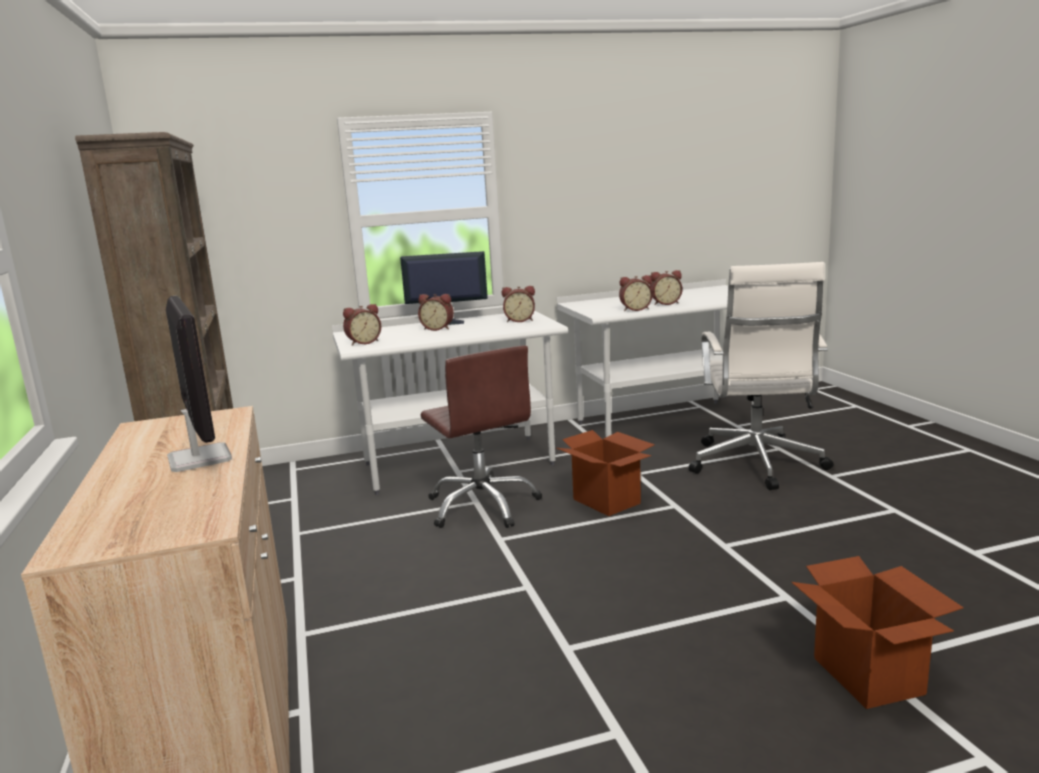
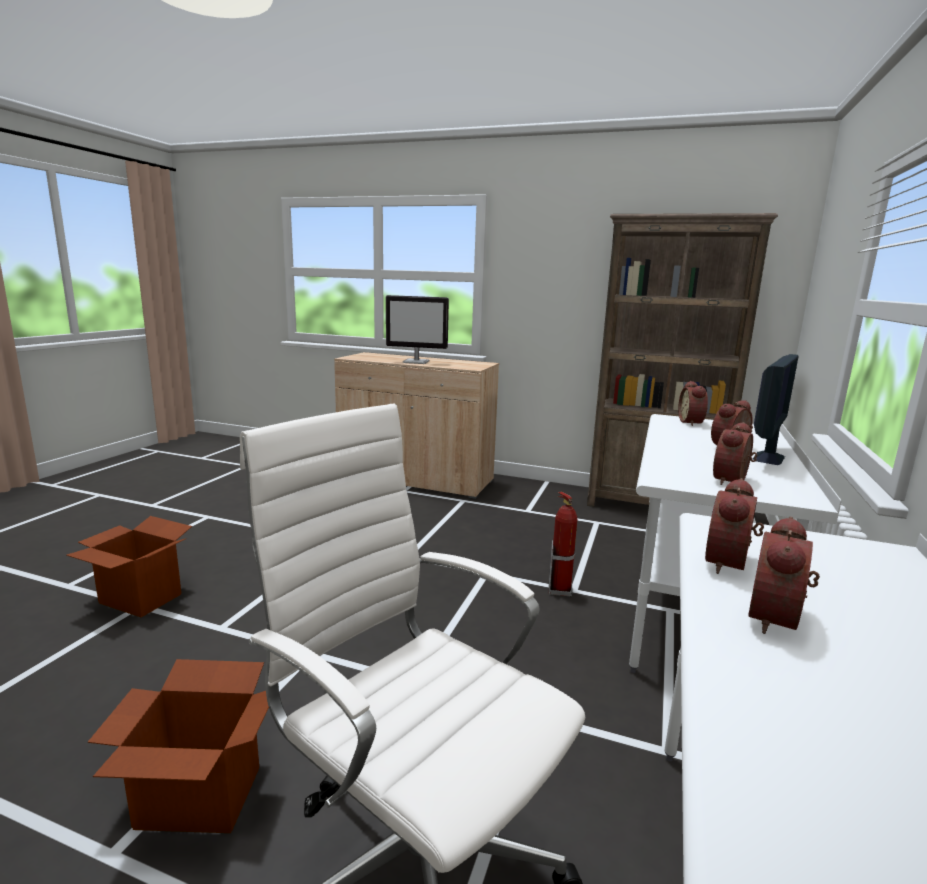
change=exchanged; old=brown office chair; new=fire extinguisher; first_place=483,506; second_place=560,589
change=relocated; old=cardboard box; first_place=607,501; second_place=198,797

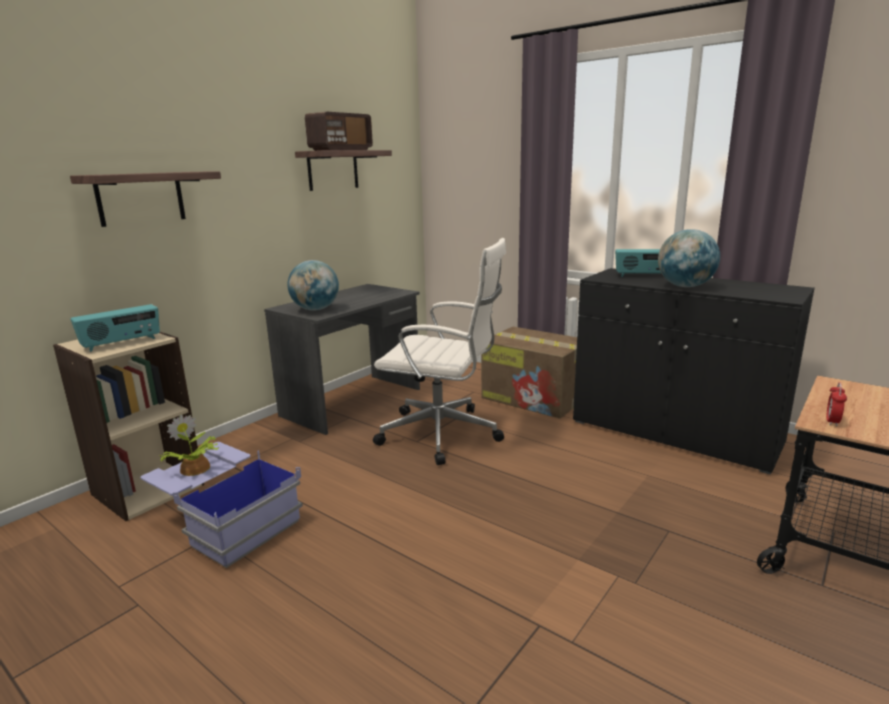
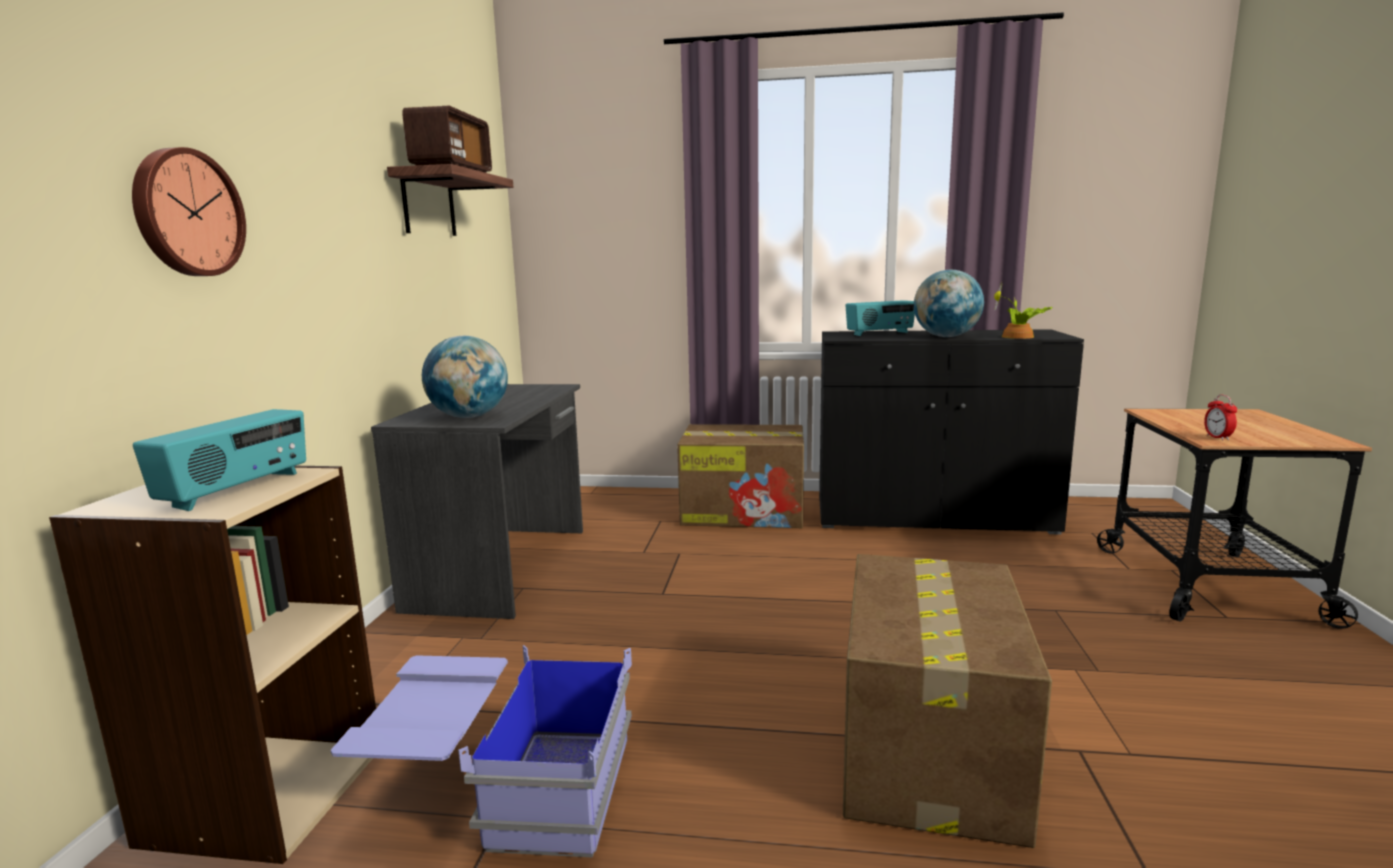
change=exchanged; old=shelf; new=wall clock; first_place=140,198; second_place=186,213
change=missing; old=white office chair; first_place=443,434
change=relocated; old=potted plant; first_place=194,469; second_place=1019,337
change=appeared; new=cardboard box; second_place=929,752

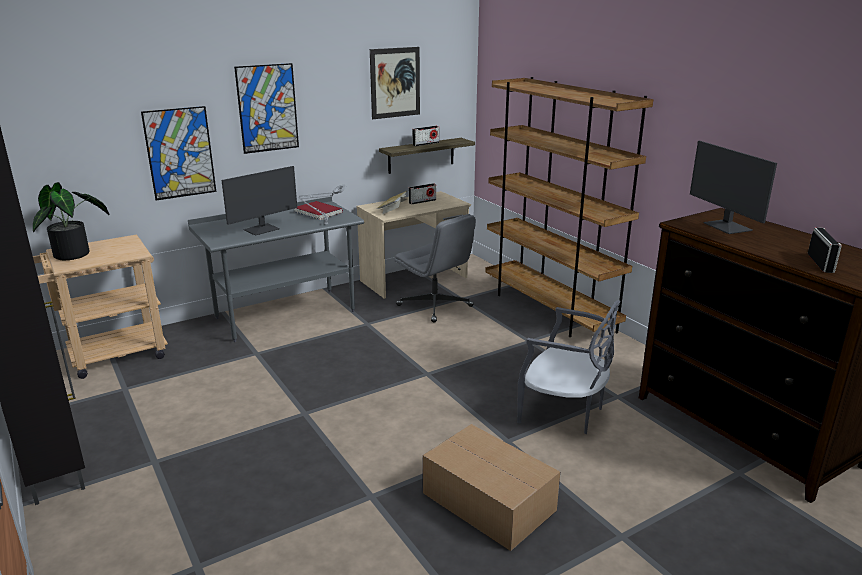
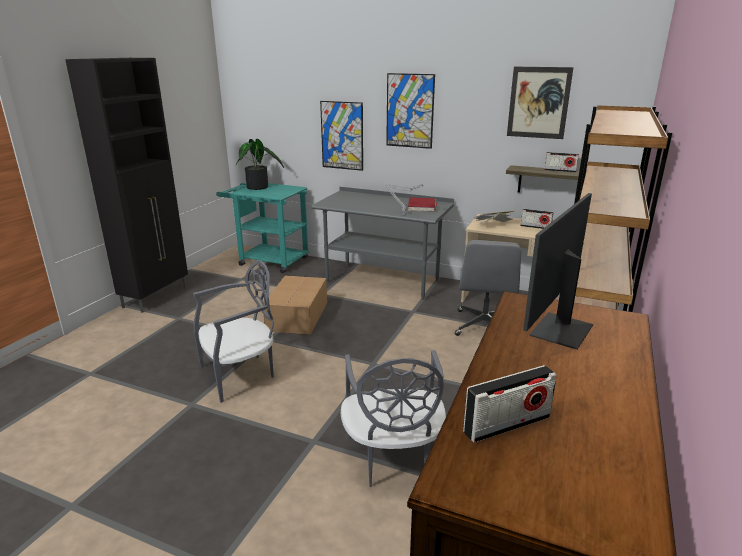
change=missing; old=monitor; first_place=262,229
change=colour; old=beige cart; new=turquoise cart; first_place=107,356; second_place=268,260
change=relocated; old=cardboard box; first_place=487,500; second_place=298,316
change=appeared; new=grey chair; second_place=240,375

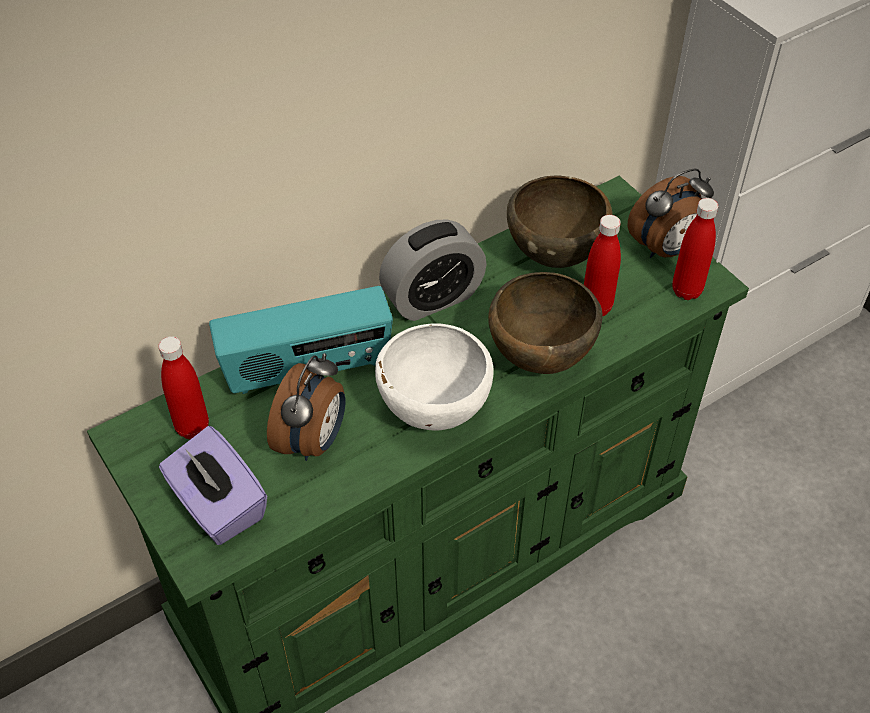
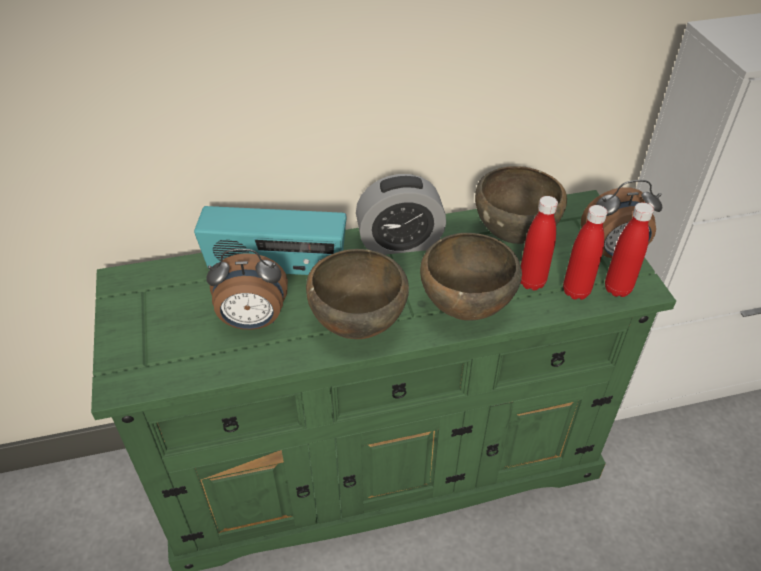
change=colour; old=white bowl; new=brown bowl; first_place=433,412; second_place=357,326
change=relocated; old=red bottle; first_place=192,427; second_place=576,291
change=spun; old=alarm clock; first_place=313,441; second_place=253,322; degrees=45
change=missing; old=purple tissue box; first_place=218,506

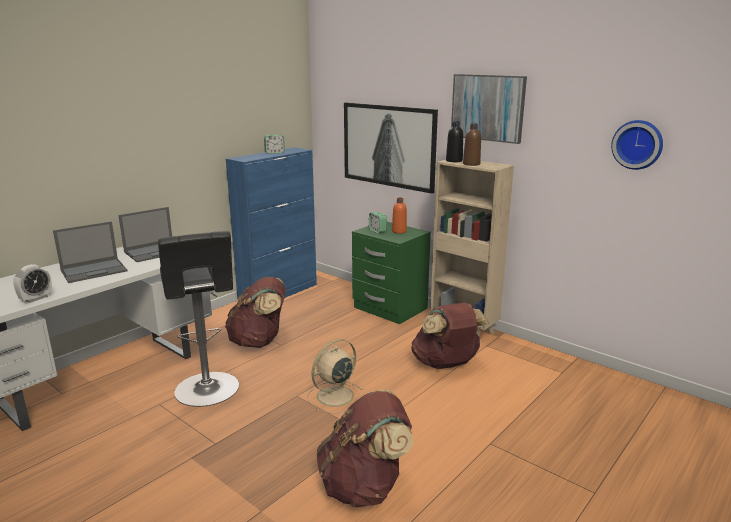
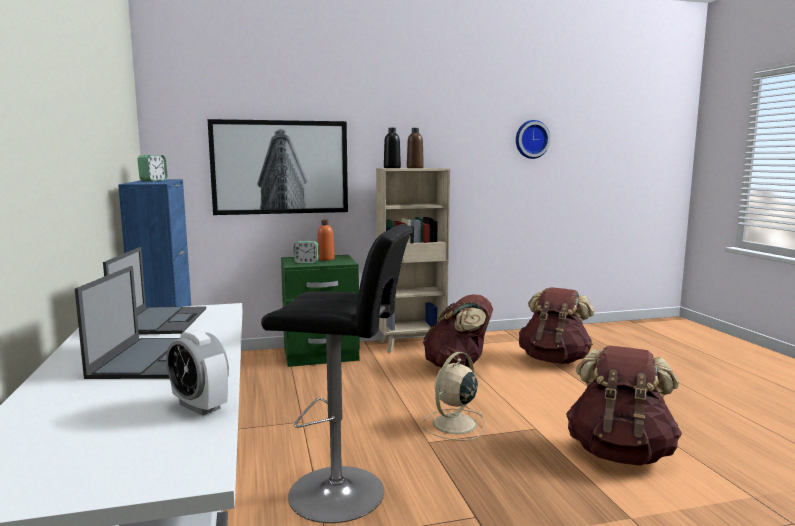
change=missing; old=picture; first_place=487,107
change=spun; old=alarm clock; first_place=36,298; second_place=200,406; degrees=150
change=relocated; old=brown backpack; first_place=259,341; second_place=554,360
change=spun; old=beige fan; first_place=333,396; second_place=453,424; degrees=45

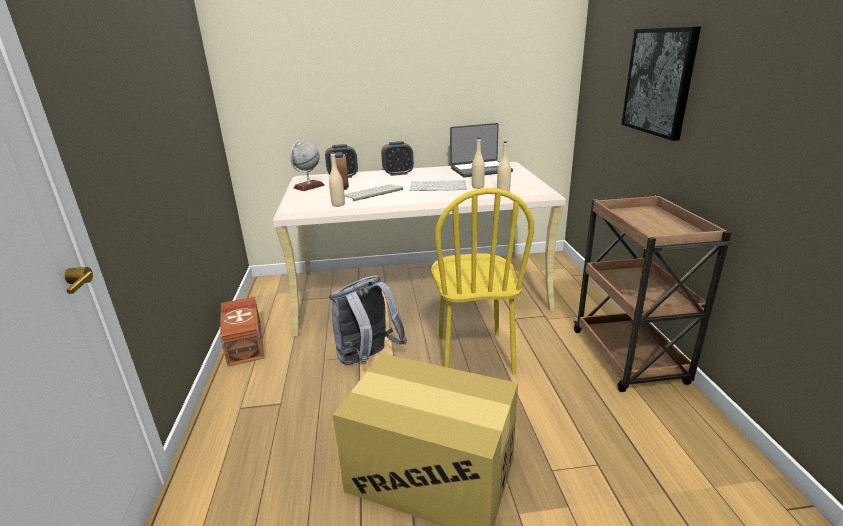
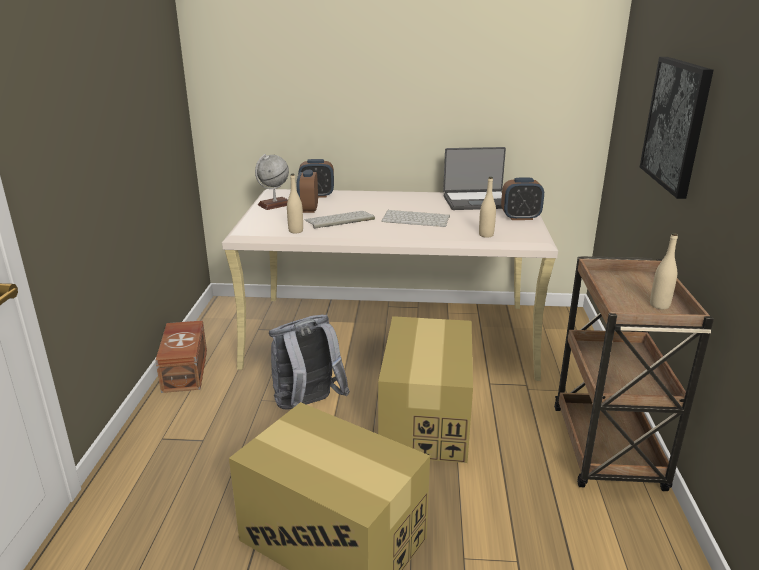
change=relocated; old=beige bottle; first_place=477,187; second_place=659,305
change=relocated; old=alarm clock; first_place=398,173; second_place=520,217
change=exchanged; old=yellow chair; new=cardboard box; first_place=474,355; second_place=426,419

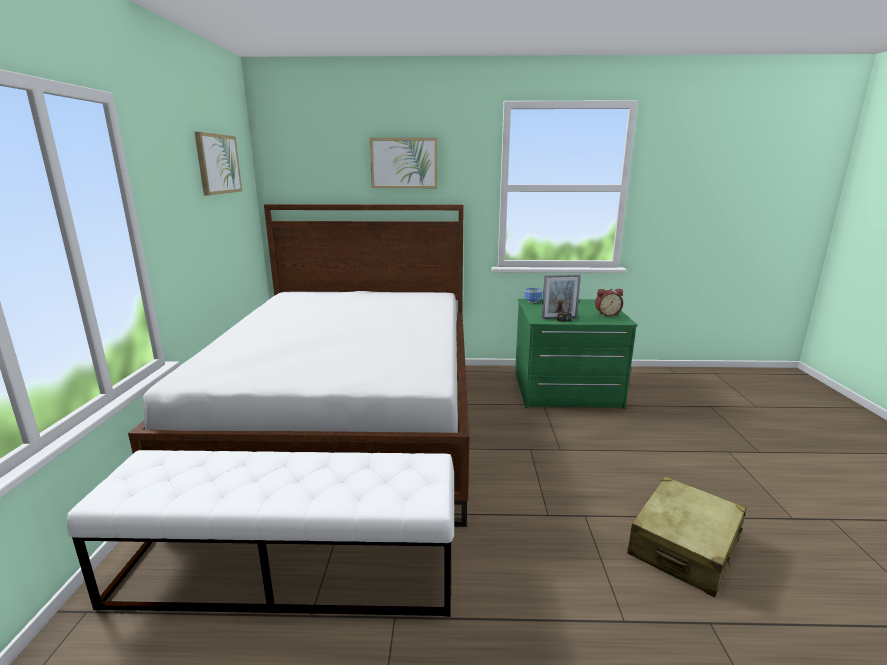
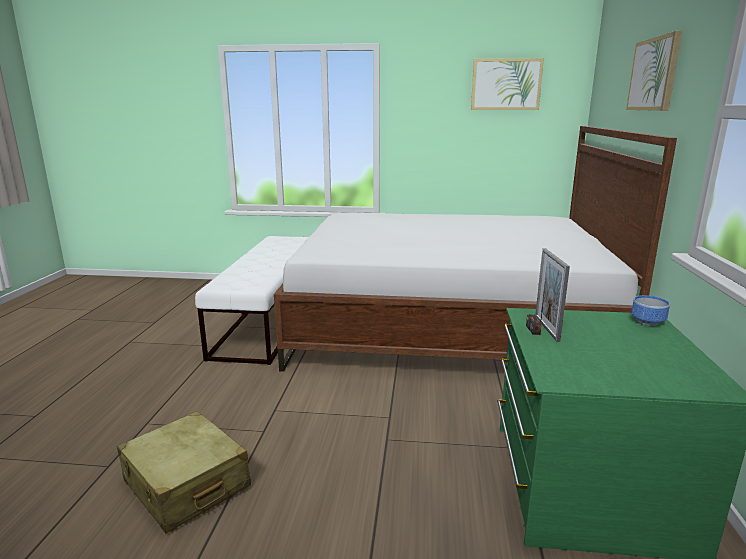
change=missing; old=alarm clock; first_place=607,314

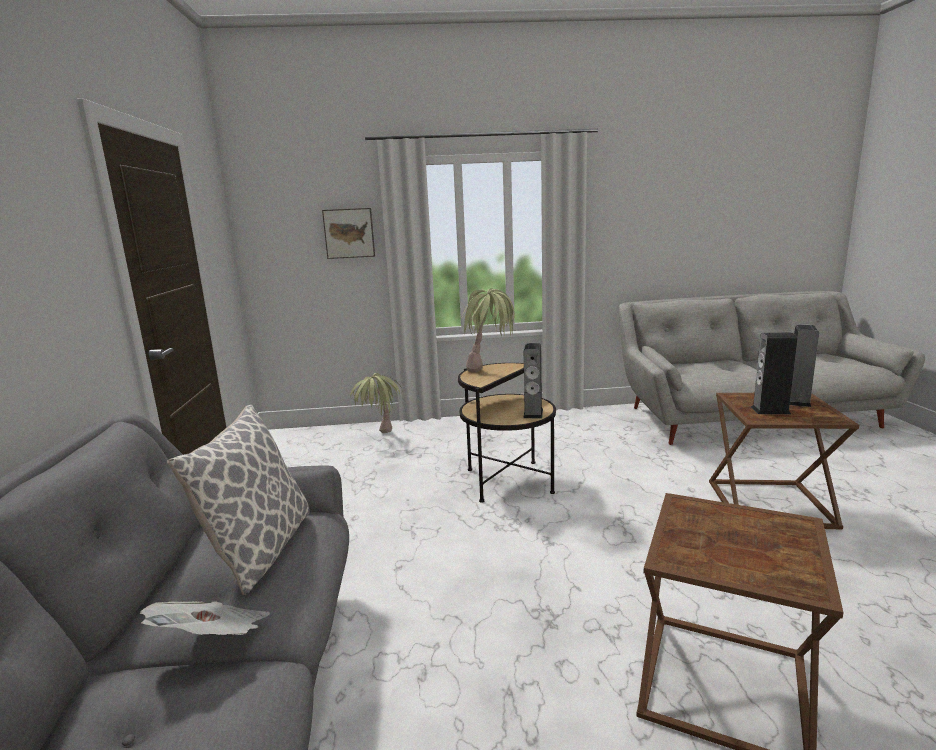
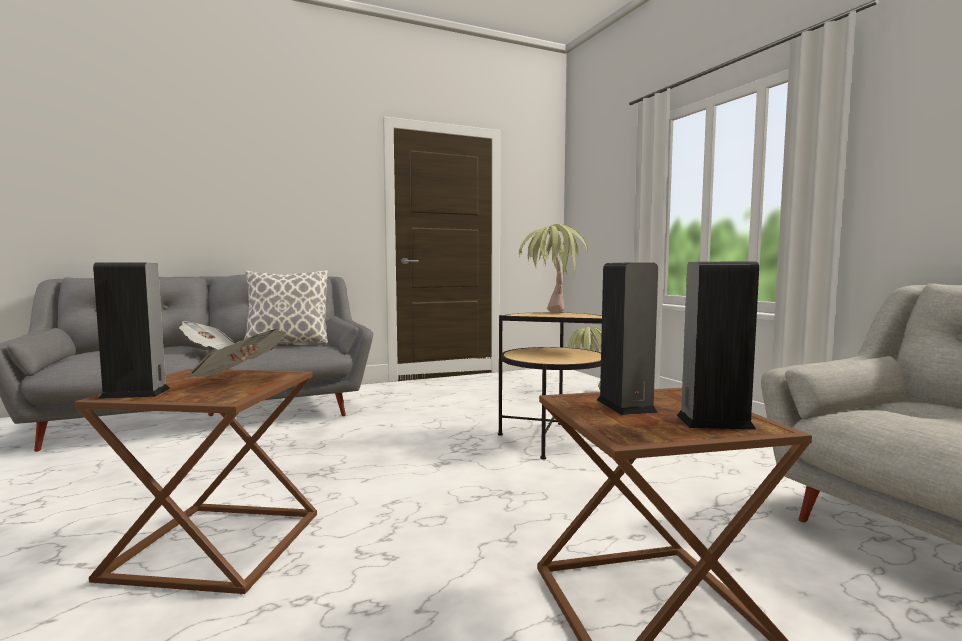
change=missing; old=picture; first_place=349,233
change=relocated; old=speaker; first_place=533,413; second_place=135,393
change=appeared; new=newspaper; second_place=239,379

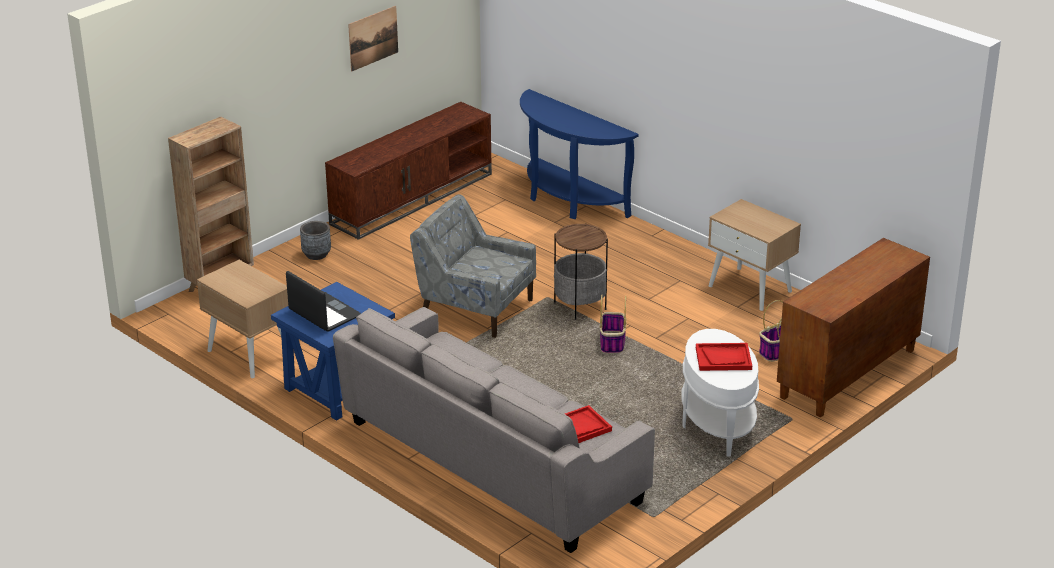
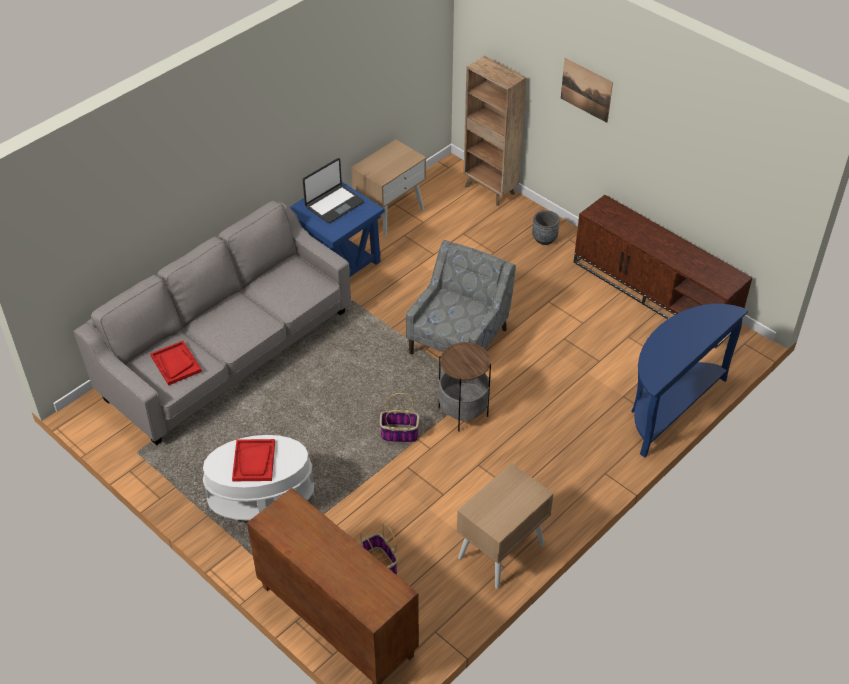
change=relocated; old=picture; first_place=373,38; second_place=586,90

